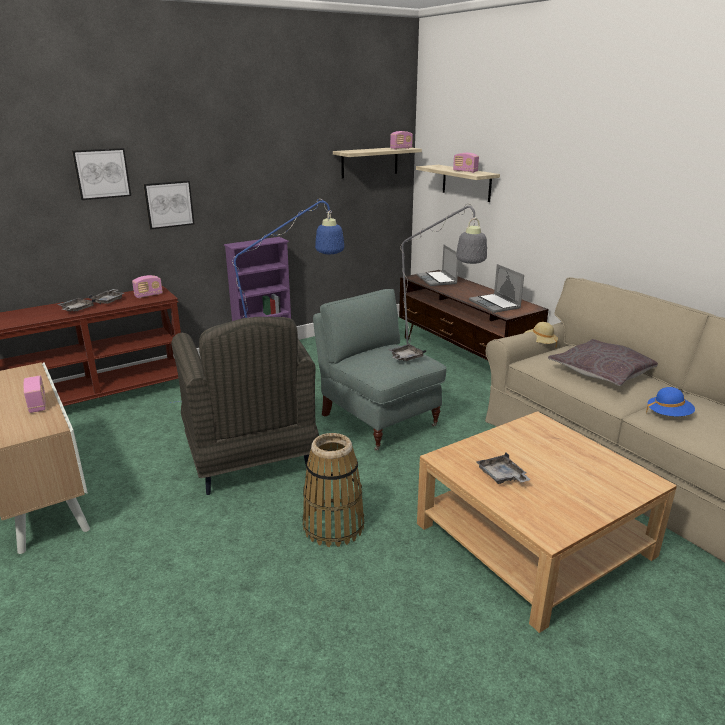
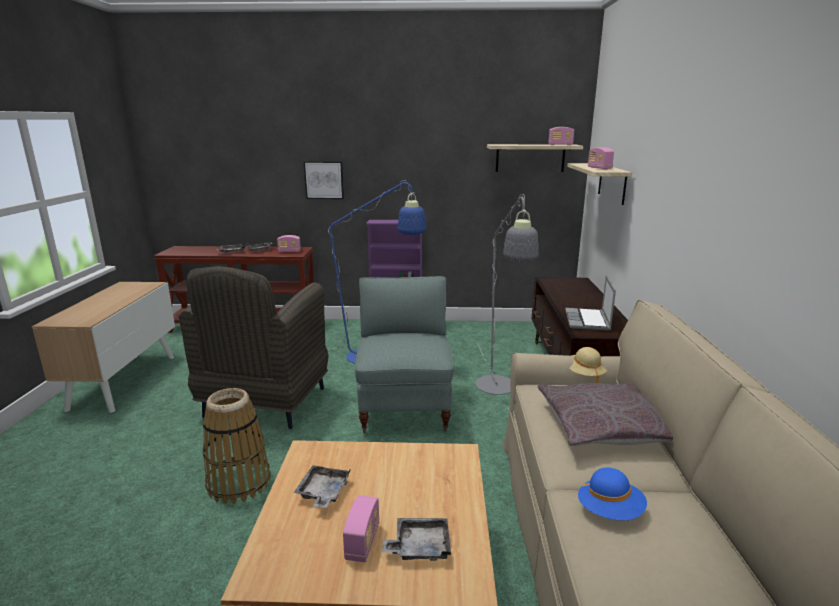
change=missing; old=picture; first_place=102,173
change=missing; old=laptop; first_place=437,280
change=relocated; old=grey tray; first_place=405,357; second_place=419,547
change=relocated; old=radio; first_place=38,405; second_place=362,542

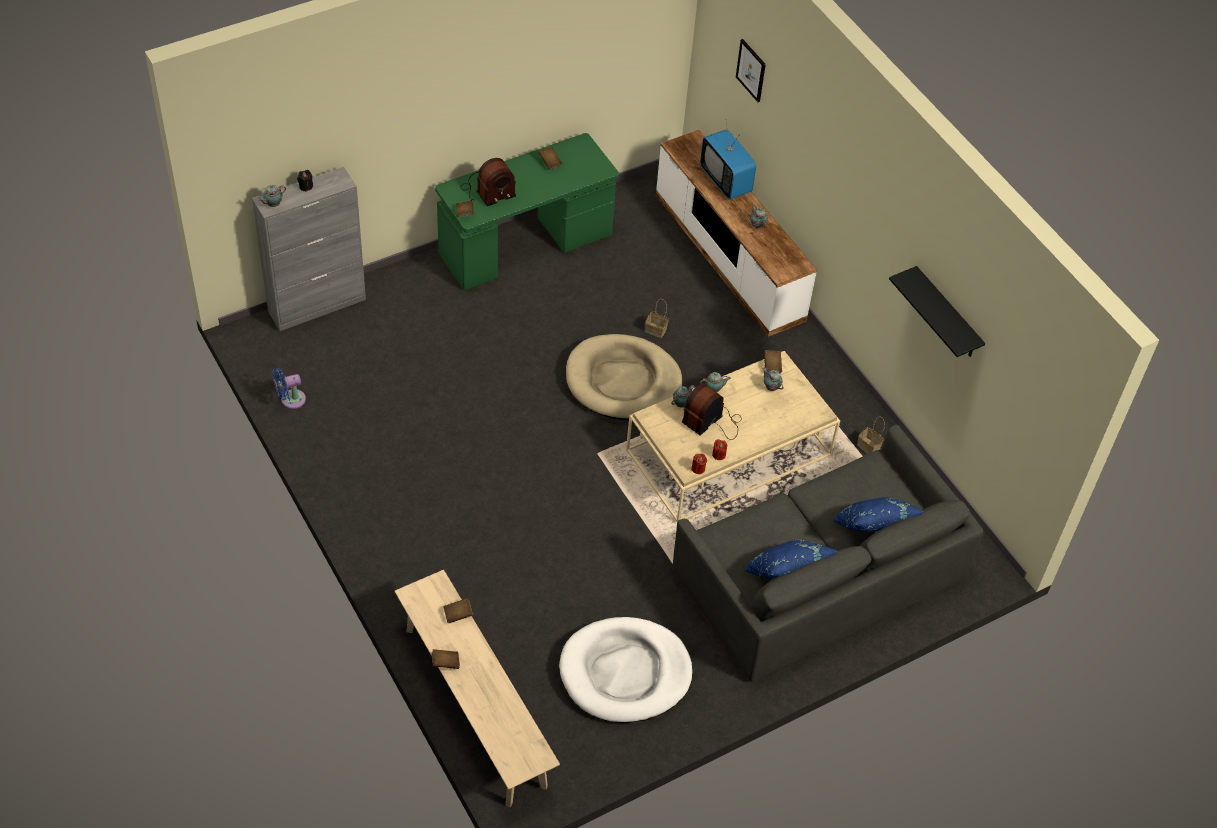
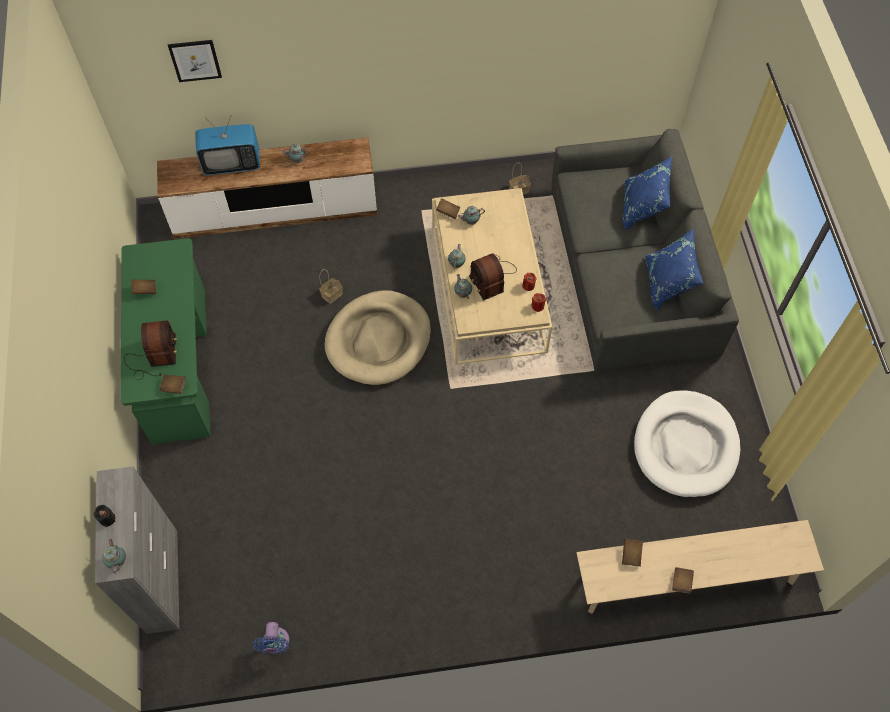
change=missing; old=black shelf; first_place=947,315

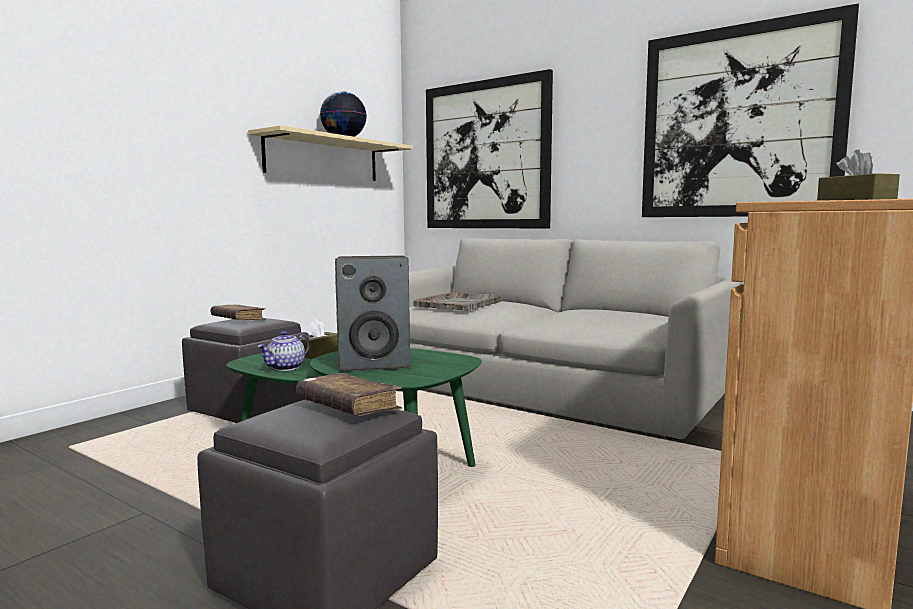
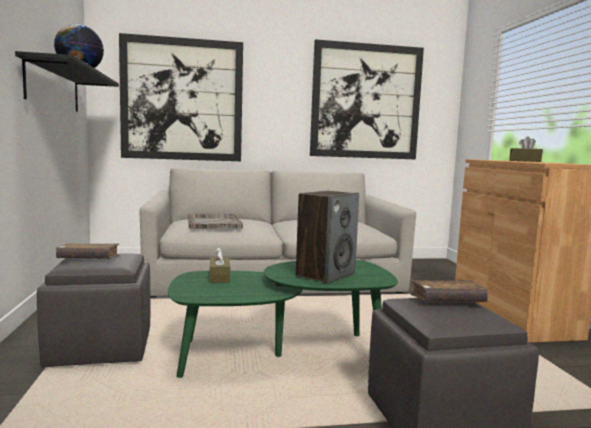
change=colour; old=beige shelf; new=black shelf; first_place=323,158; second_place=53,87
change=missing; old=teapot; first_place=286,368

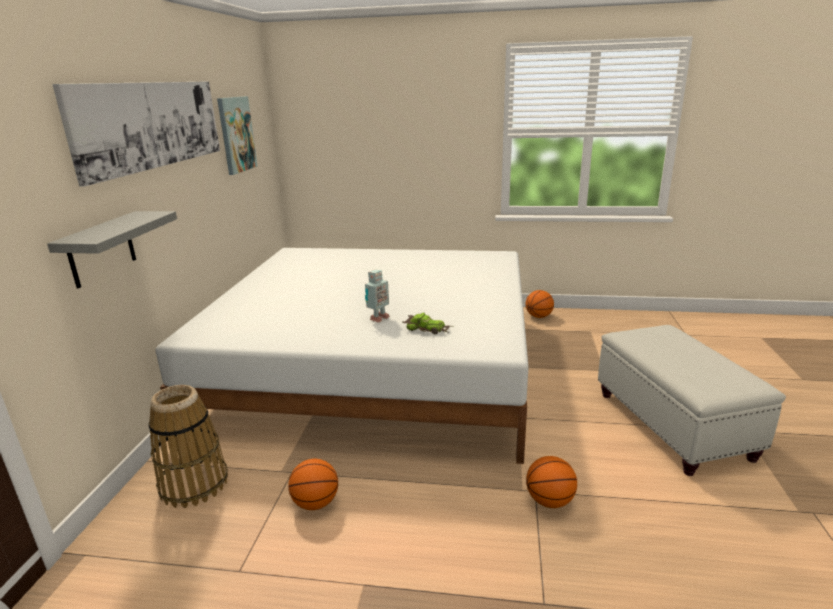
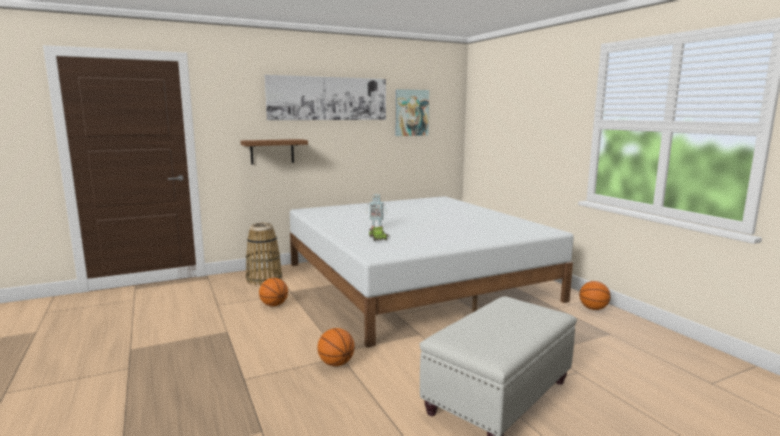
change=colour; old=grey shelf; new=brown shelf; first_place=101,249; second_place=272,151

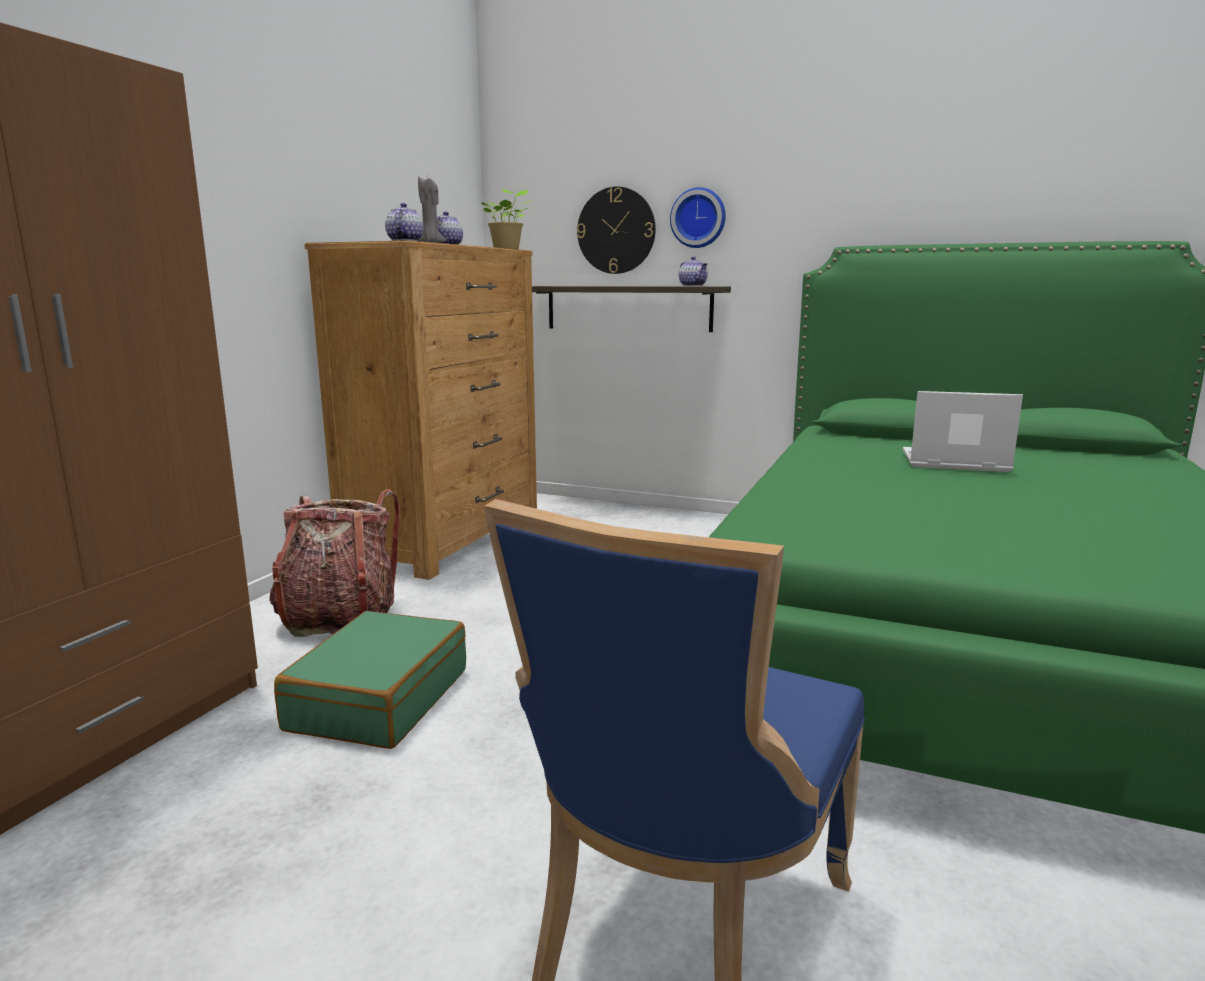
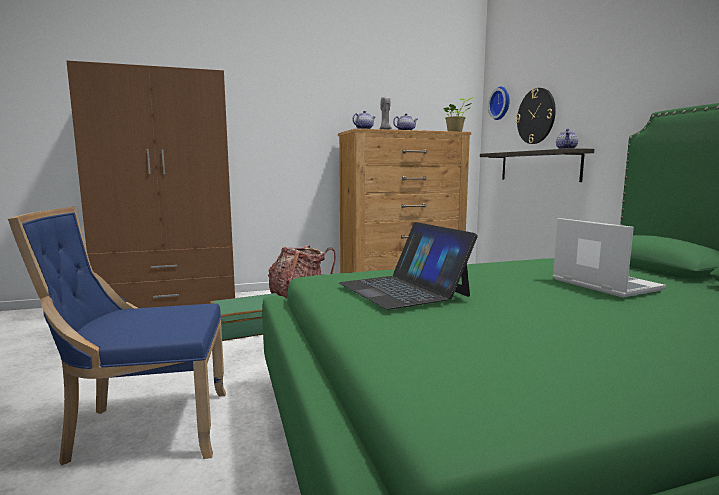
change=relocated; old=wall clock; first_place=698,218; second_place=501,103
change=appeared; new=laptop; second_place=403,289

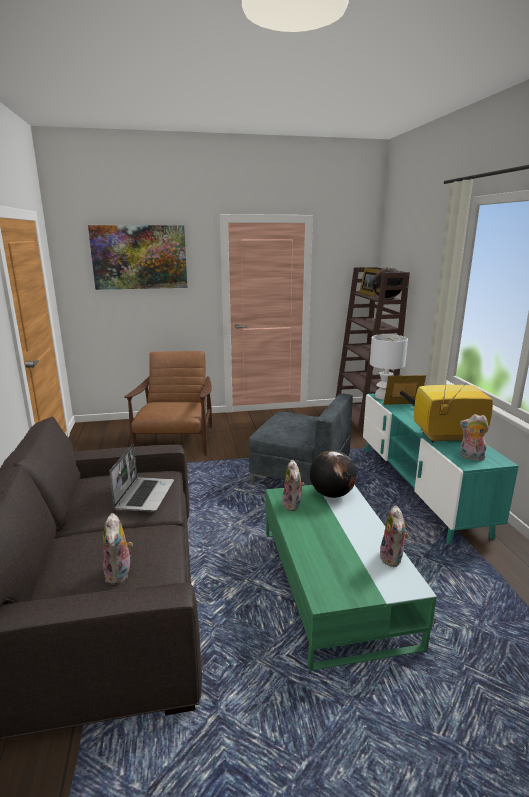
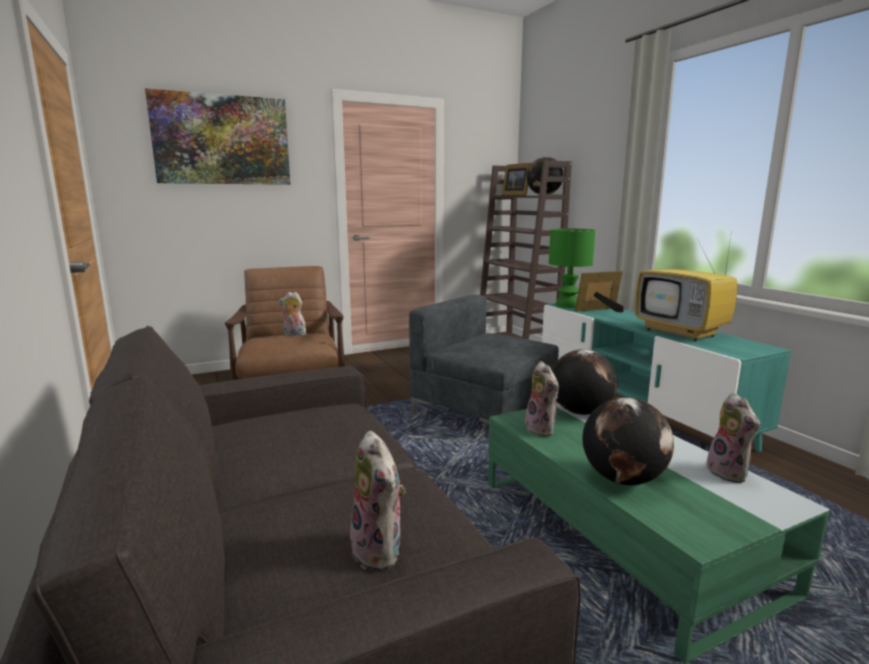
change=colour; old=white table lamp; new=green table lamp; first_place=384,396; second_place=567,305
change=spun; old=television; first_place=446,437; second_place=682,333; degrees=-105
change=spun; old=grey armchair; first_place=300,474; second_place=484,410; degrees=-150
change=relocated; old=plush toy; first_place=471,457; second_place=293,335
change=missing; old=laptop; first_place=144,495
change=appeared; new=globe; second_place=622,479

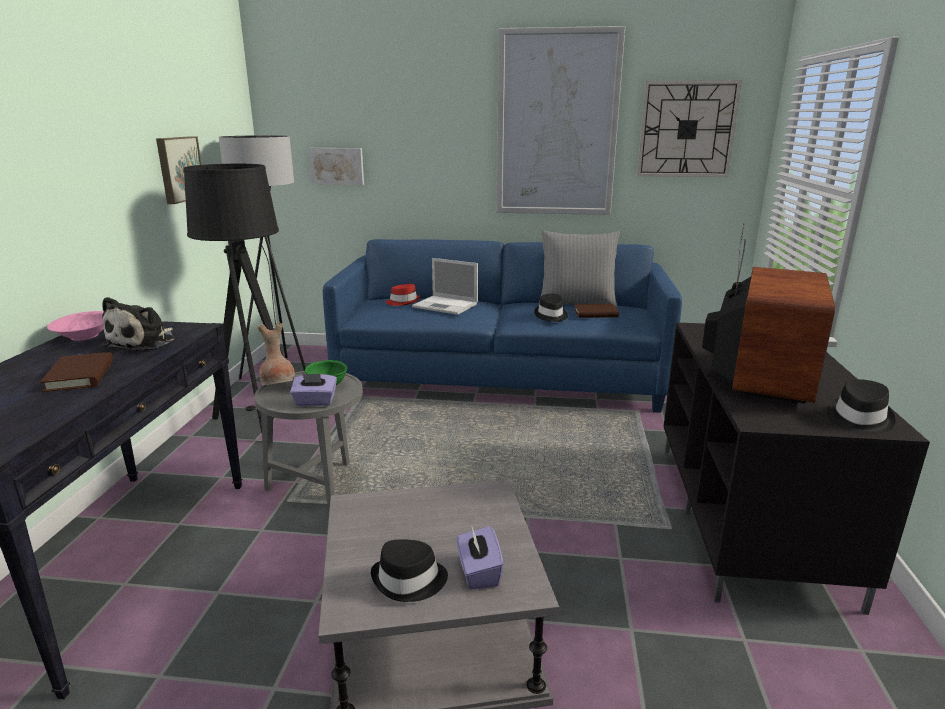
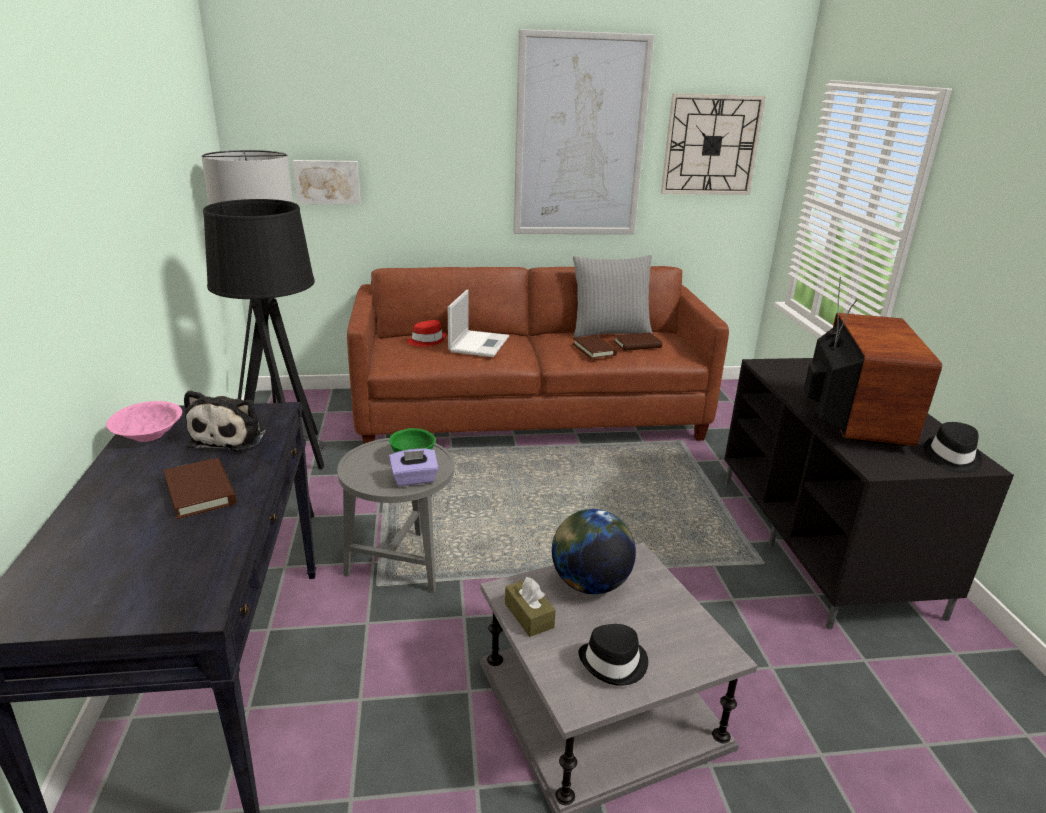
change=missing; old=picture; first_place=179,169
change=colour; old=blue sofa; new=brown sofa; first_place=501,378; second_place=530,414
change=spun; old=laptop; first_place=446,305; second_place=479,344; degrees=-90
change=exchanged; old=black hat; new=brown book; first_place=551,315; second_place=594,349
change=missing; old=brown vase; first_place=279,385
change=missing; old=purple tissue box; first_place=478,572
change=appeared; new=globe; second_place=589,583
change=appeared; new=brown tissue box; second_place=529,615

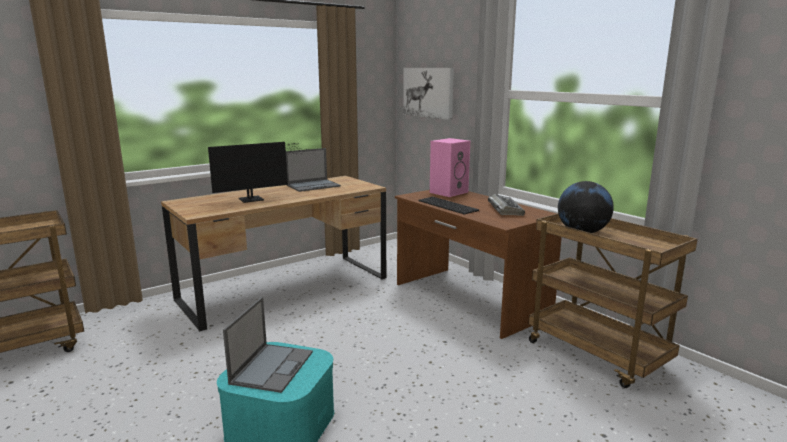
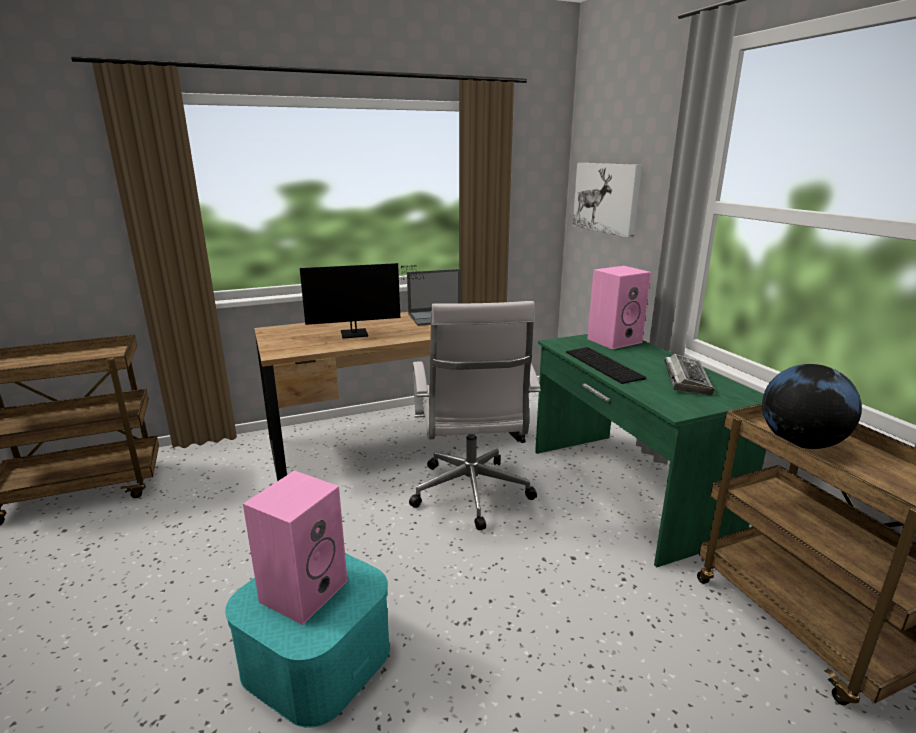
change=colour; old=brown desk; new=green desk; first_place=469,299; second_place=625,490
change=exchanged; old=laptop; new=pink speaker; first_place=272,367; second_place=304,589
change=appeared; new=white office chair; second_place=471,495

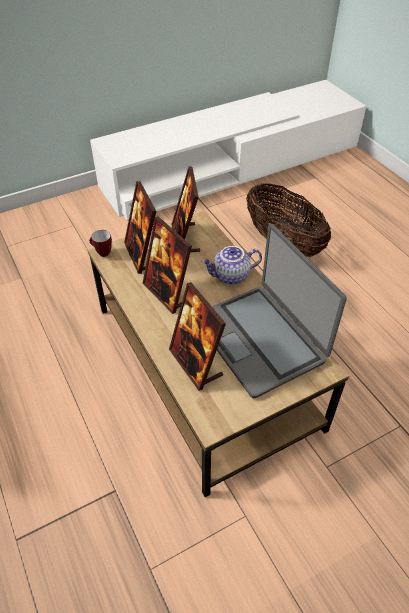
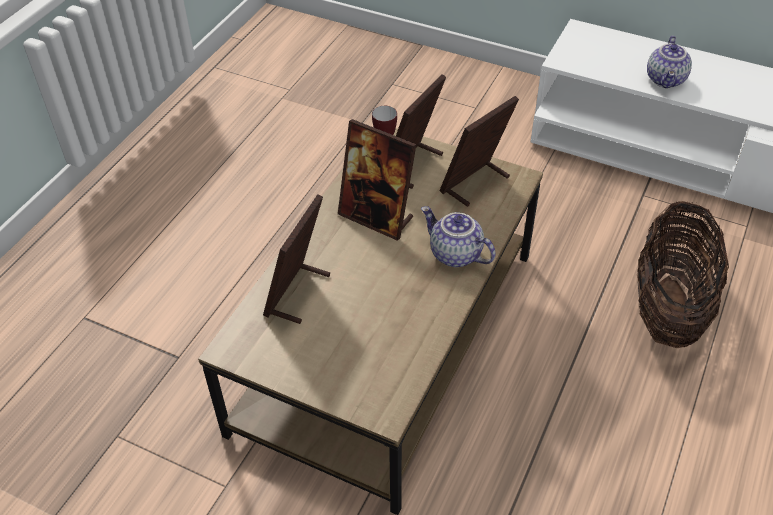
change=spun; old=picture frame; first_place=168,293; second_place=376,217; degrees=-75
change=missing; old=laptop; first_place=260,339
change=appeared; new=teapot; second_place=666,80

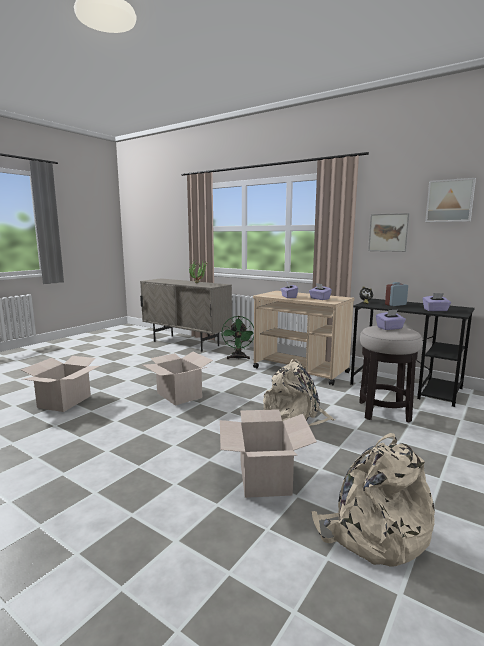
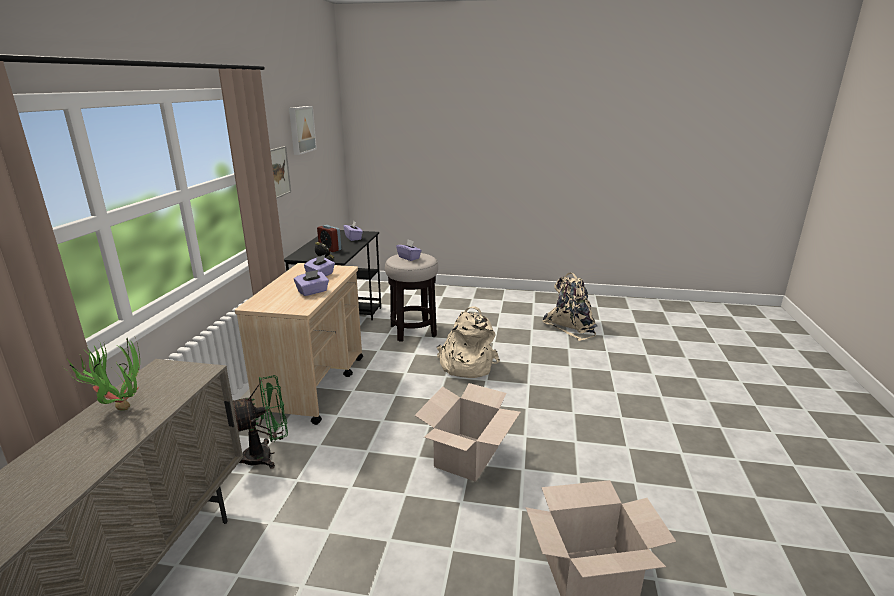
change=missing; old=cardboard box; first_place=265,478

